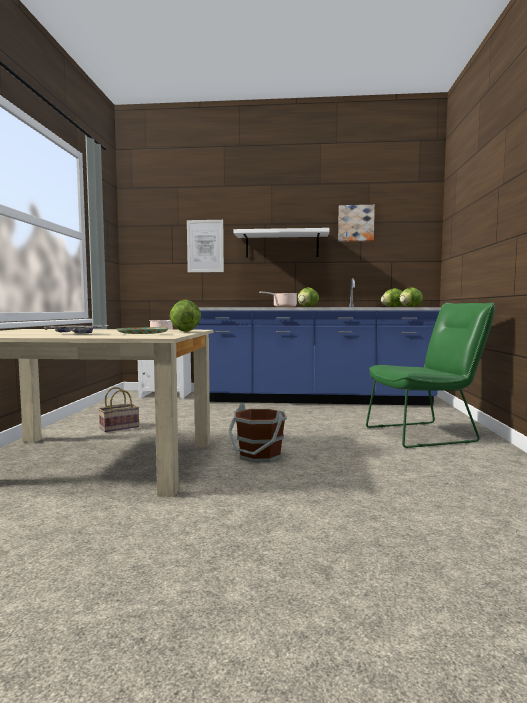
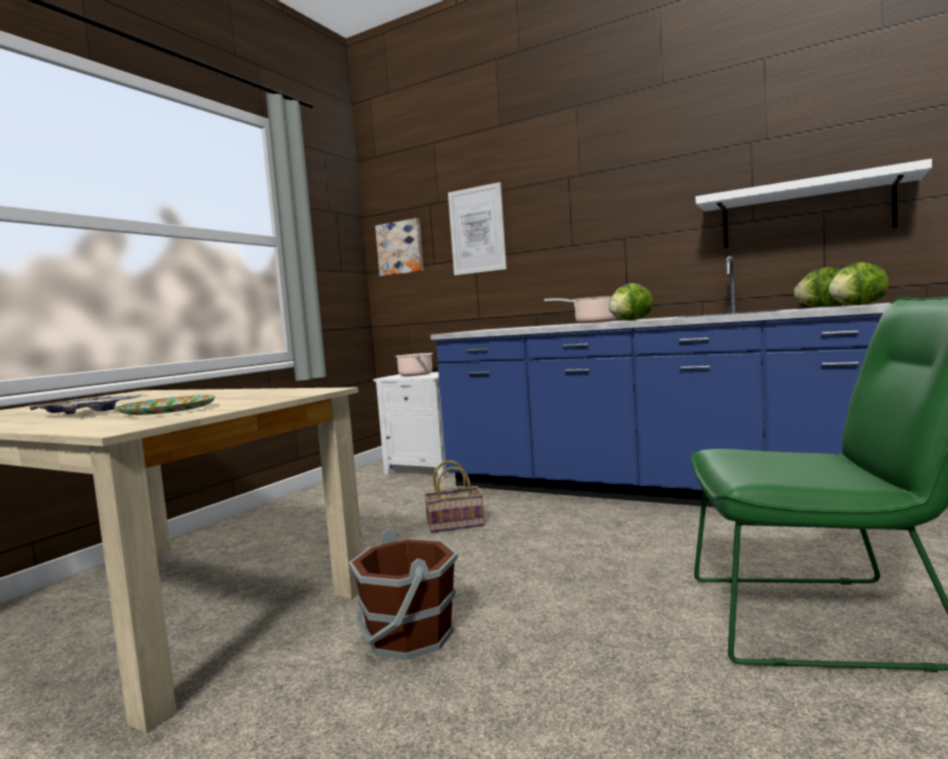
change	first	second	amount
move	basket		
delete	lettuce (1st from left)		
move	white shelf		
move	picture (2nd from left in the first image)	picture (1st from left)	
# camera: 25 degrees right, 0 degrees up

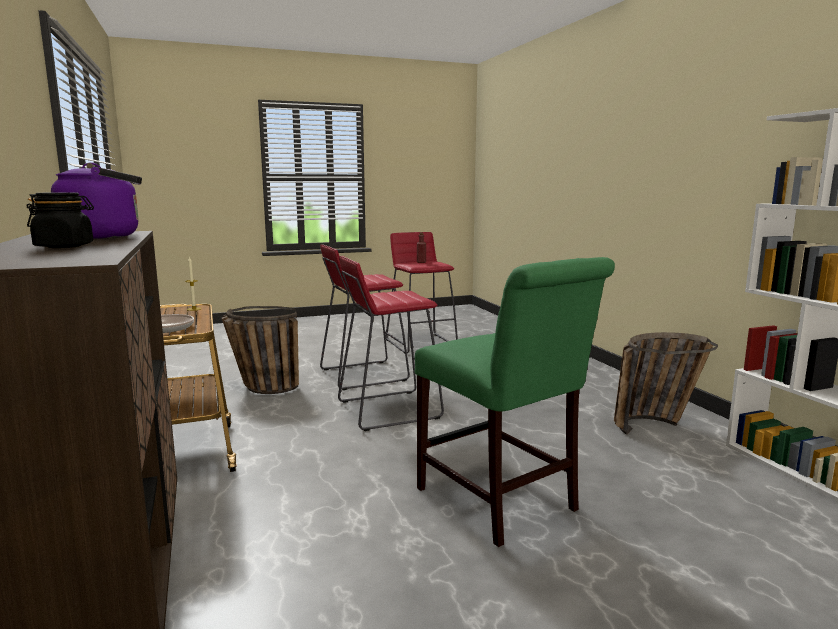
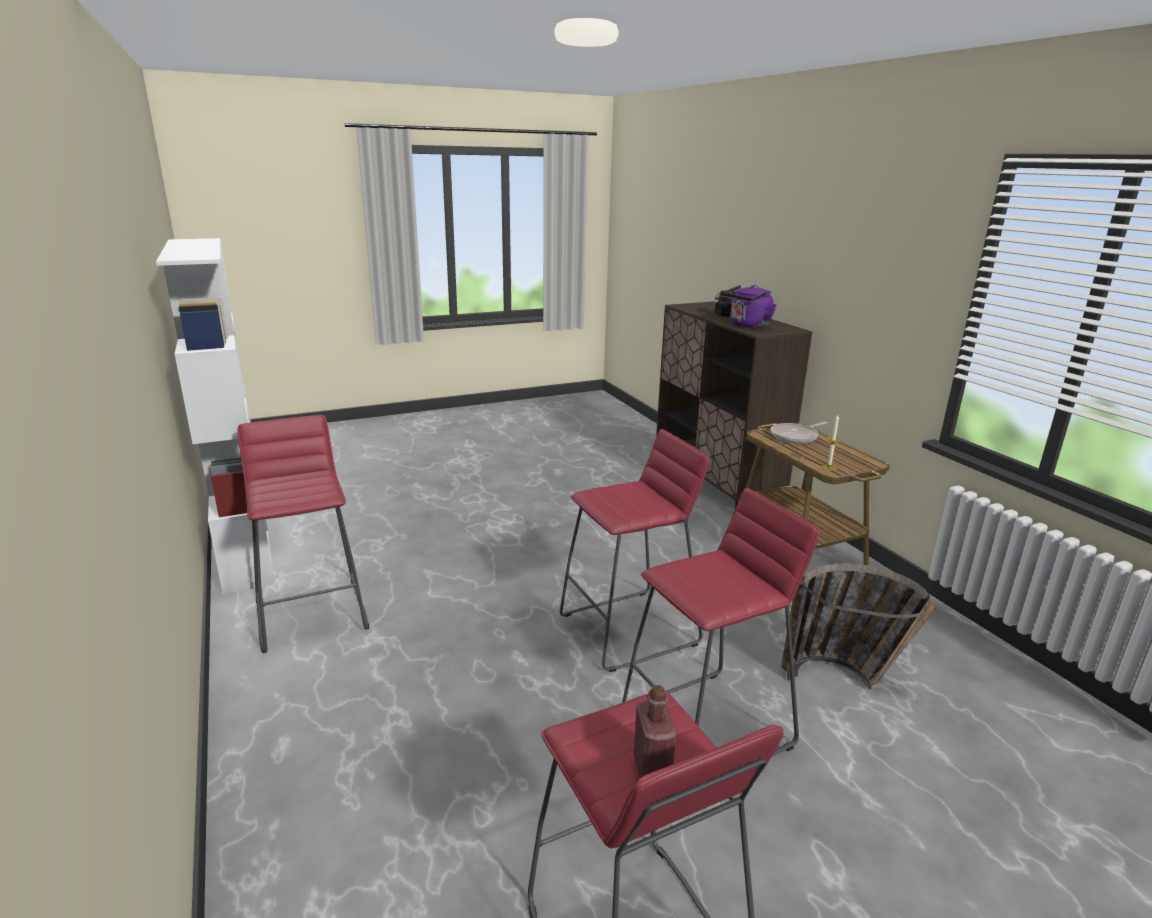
change	first	second	amount
delete	green chair		
replace	basket (2nd from left)	red stool (1st from left)	
# camera: 175 degrees right, 10 degrees up

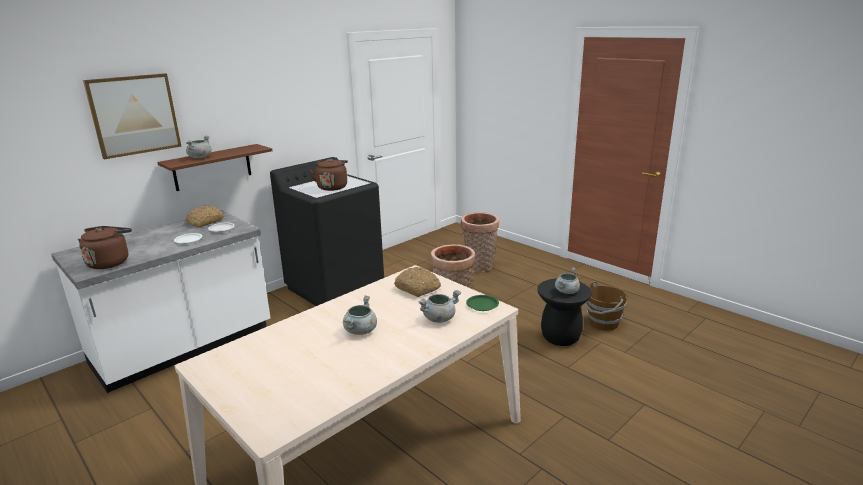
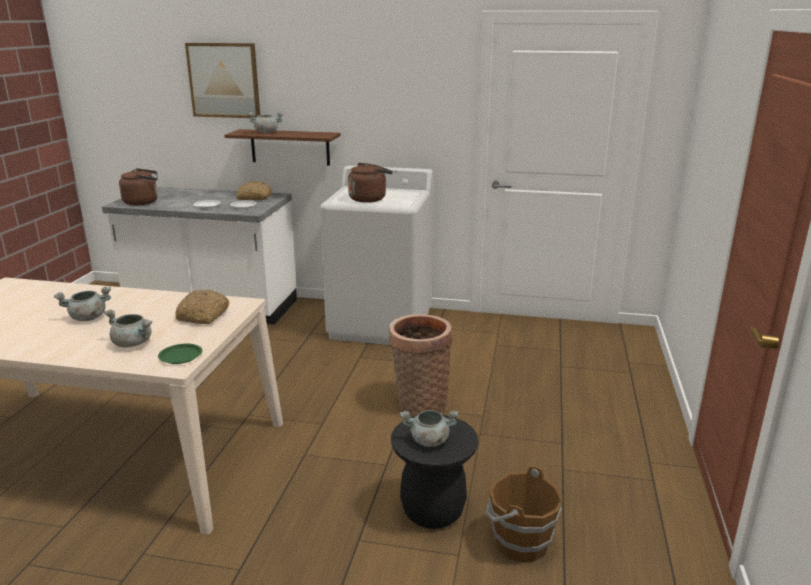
change	first	second	amount
recolor	black washing machine	white washing machine	
delete	basket (2nd from left)		
# camera: 55 degrees right, 0 degrees up

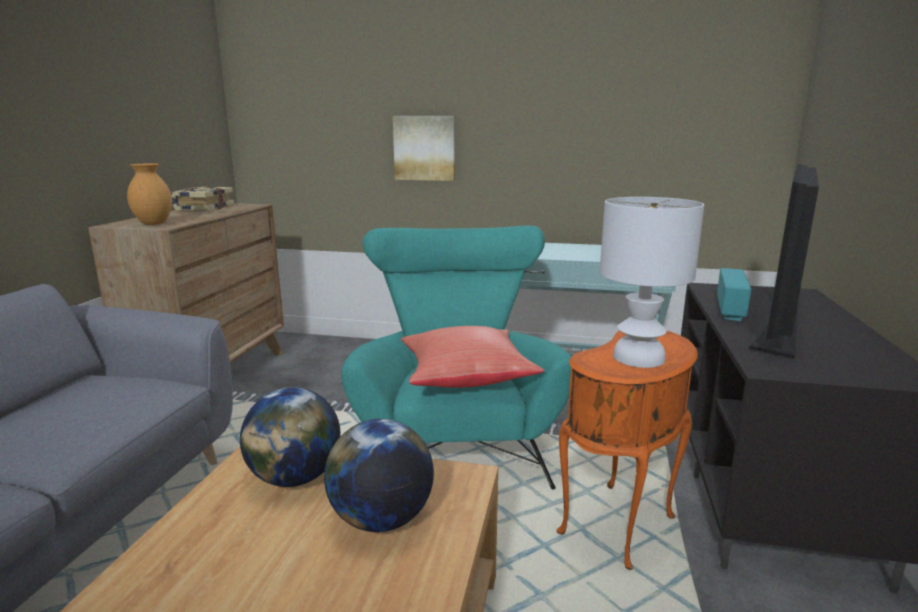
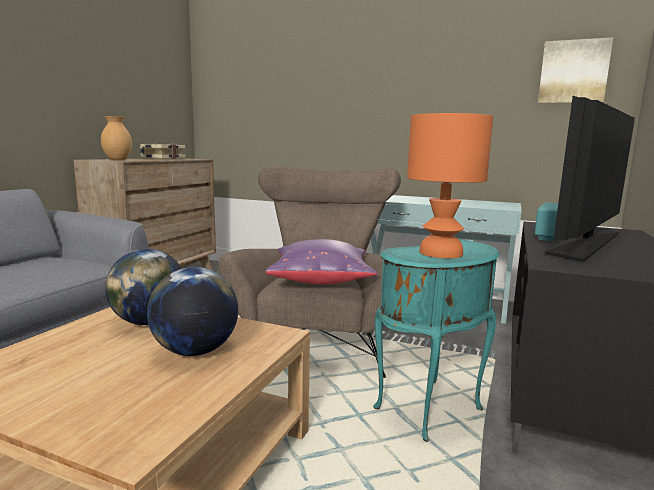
change	first	second	amount
recolor	turquoise armchair	brown armchair	
move	picture		
recolor	red pillow	purple pillow	
recolor	orange side table	turquoise side table	
recolor	white table lamp	orange table lamp	
# camera: 10 degrees right, 5 degrees down

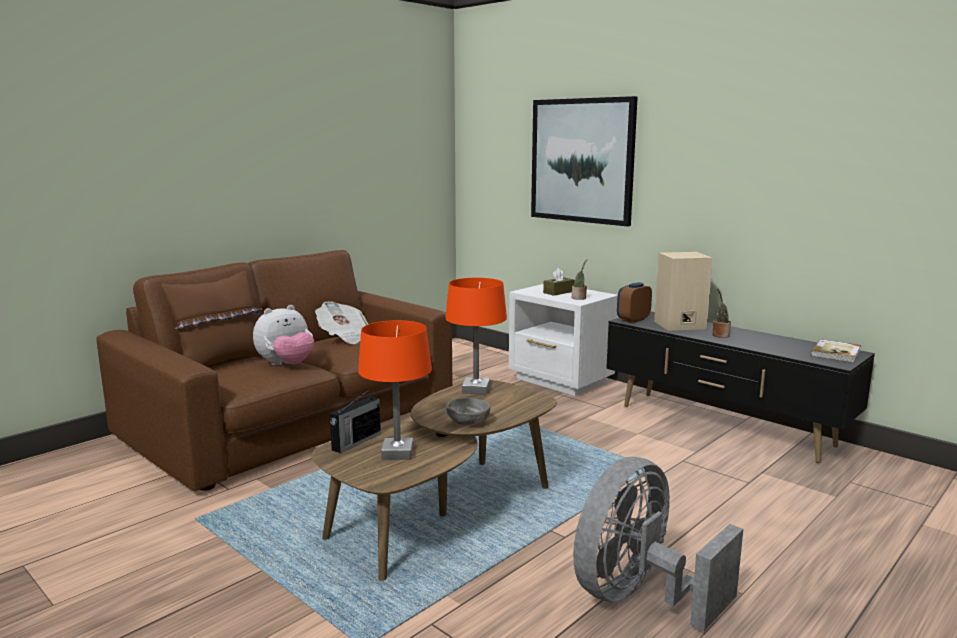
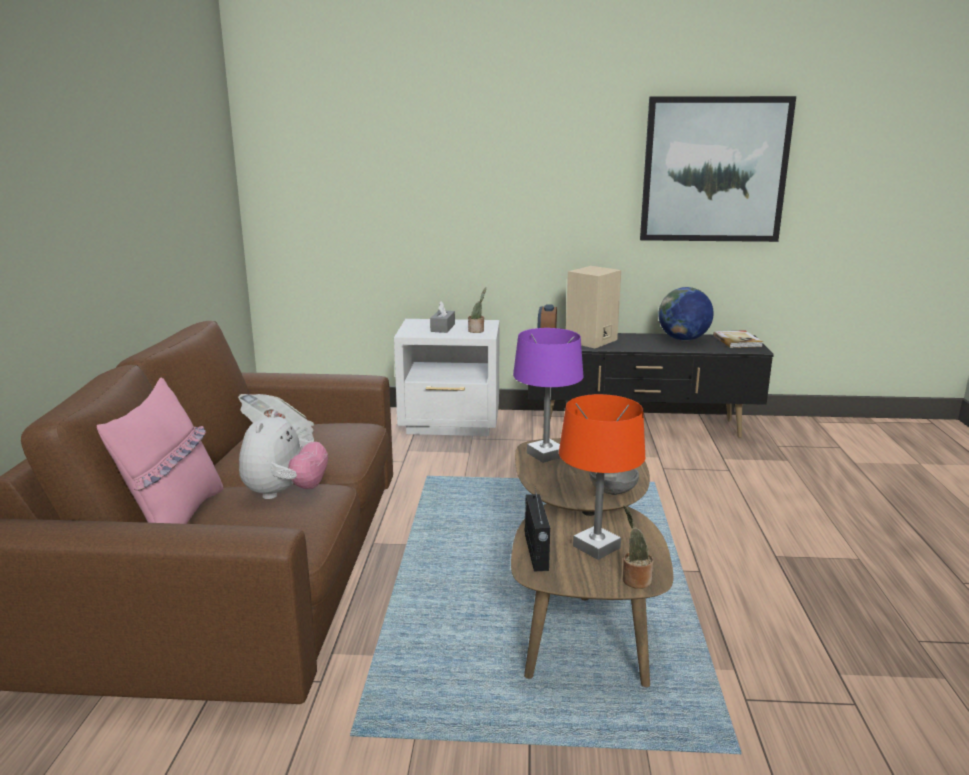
change	first	second	amount
recolor	brown pillow	pink pillow	
recolor	orange table lamp (2nd from left)	purple table lamp	
move	picture		
recolor	brown tissue box	grey tissue box	
delete	grey fan		
move	potted plant (2nd from left)		
insert		globe	
# camera: 40 degrees left, 5 degrees up

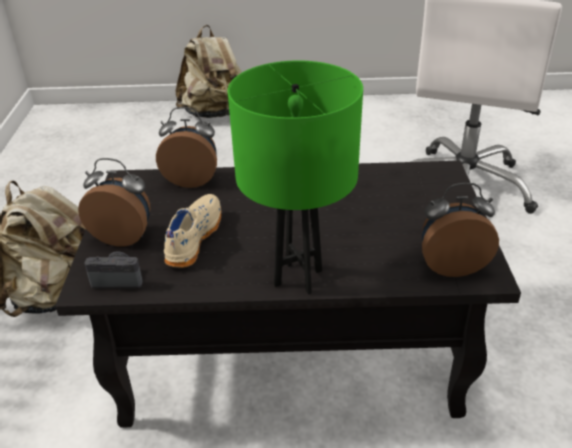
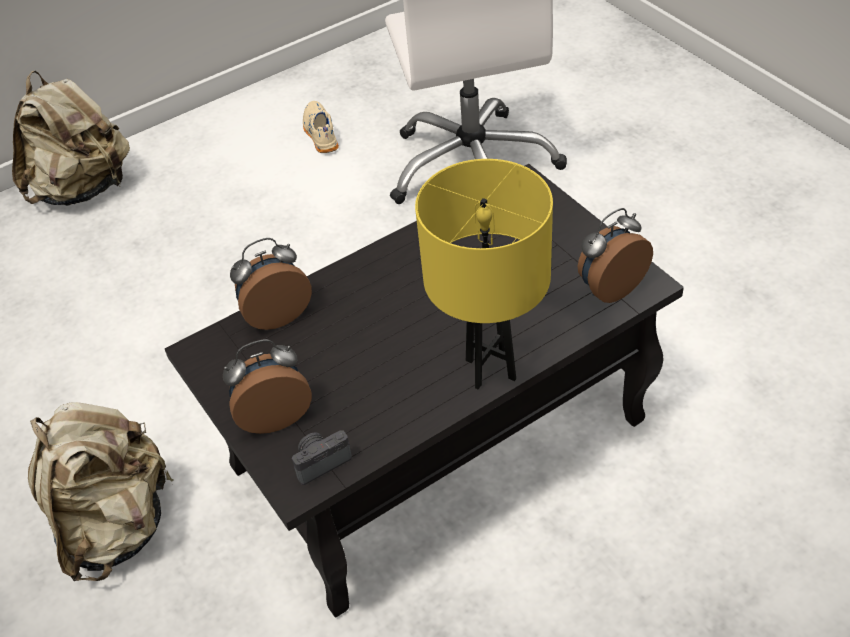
change	first	second	amount
move	beige shoe		
recolor	green table lamp	yellow table lamp	
# camera: 30 degrees left, 10 degrees up

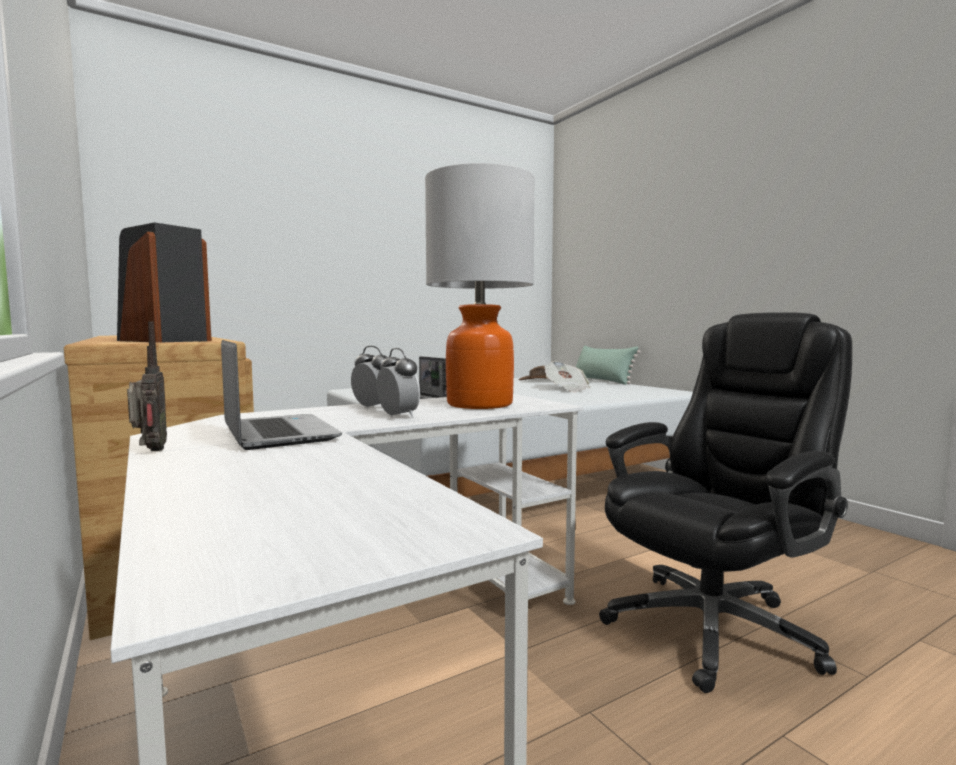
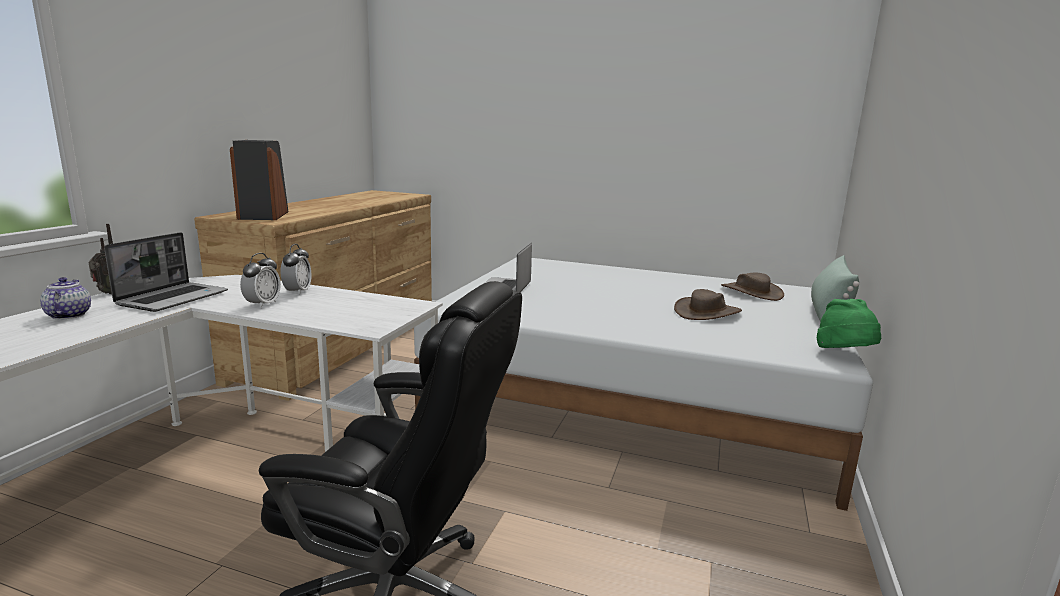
change	first	second	amount
delete	table lamp		
replace	newspaper	brown hat (1st from left)	
insert		teapot	
insert		green hat	
# camera: 50 degrees right, 10 degrees up

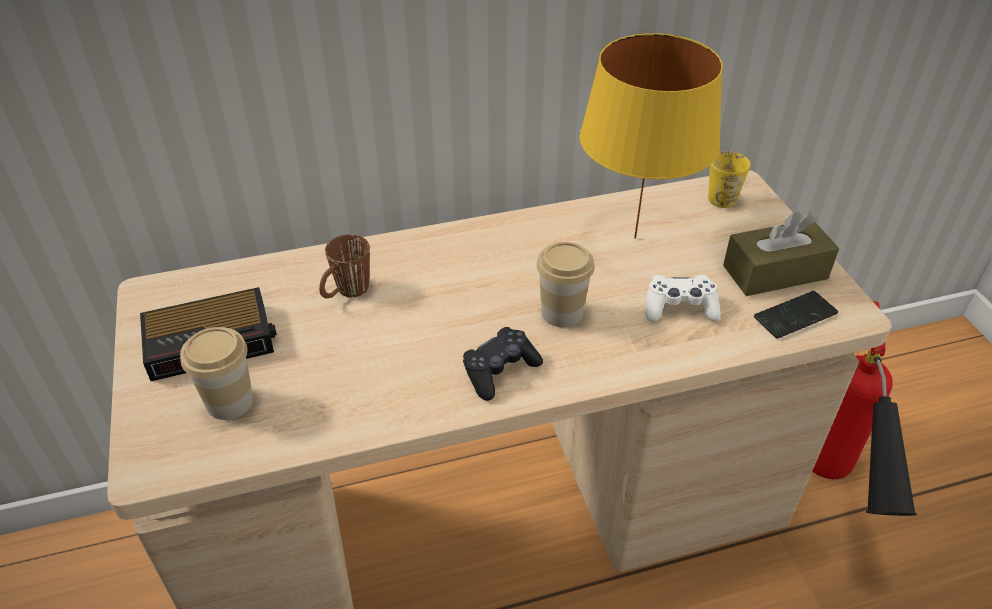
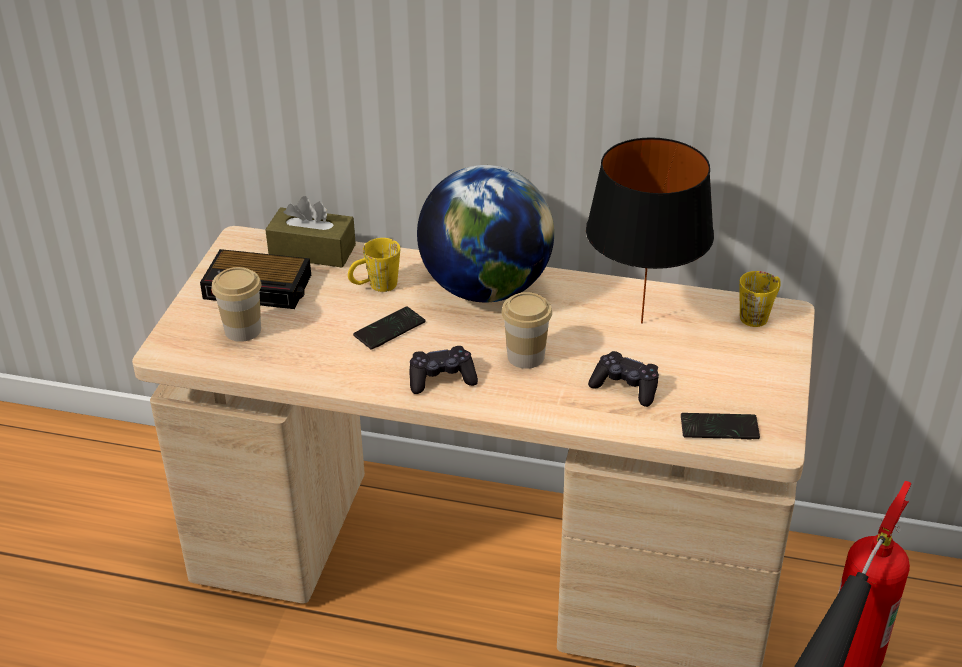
change	first	second	amount
recolor	brown mug	yellow mug (1st from left)	
recolor	yellow table lamp	black table lamp	
recolor	white game controller	black game controller (2nd from left)	
move	brown tissue box		
insert		phone (1st from left)	
insert		globe	
# camera: 30 degrees right, 5 degrees down

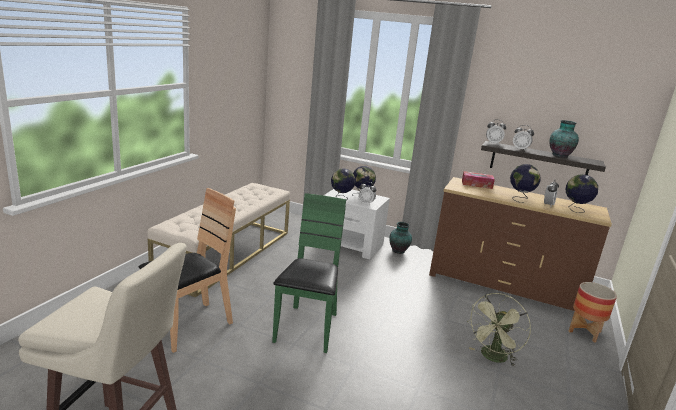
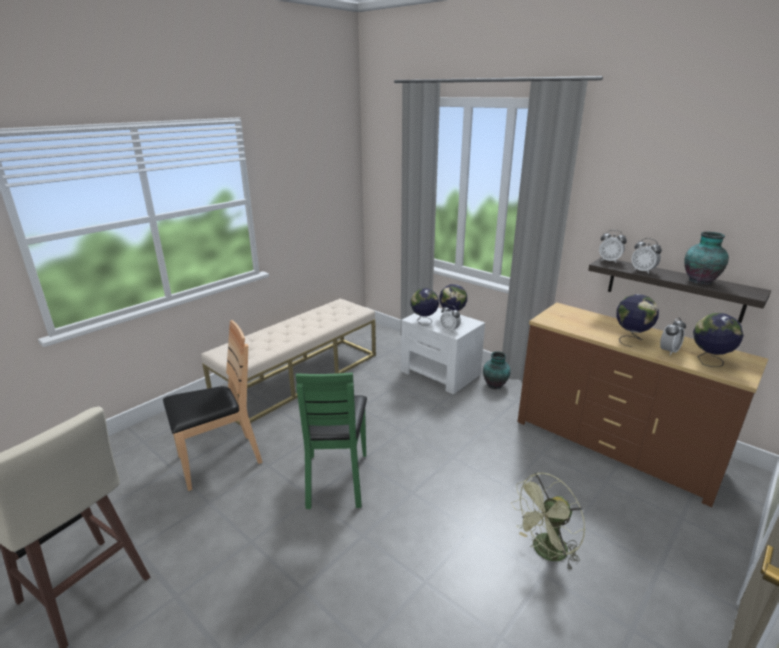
change	first	second	amount
rotate	green chair		150 degrees clockwise
delete	tissue box		
delete	planter		
# camera: 20 degrees right, 5 degrees up

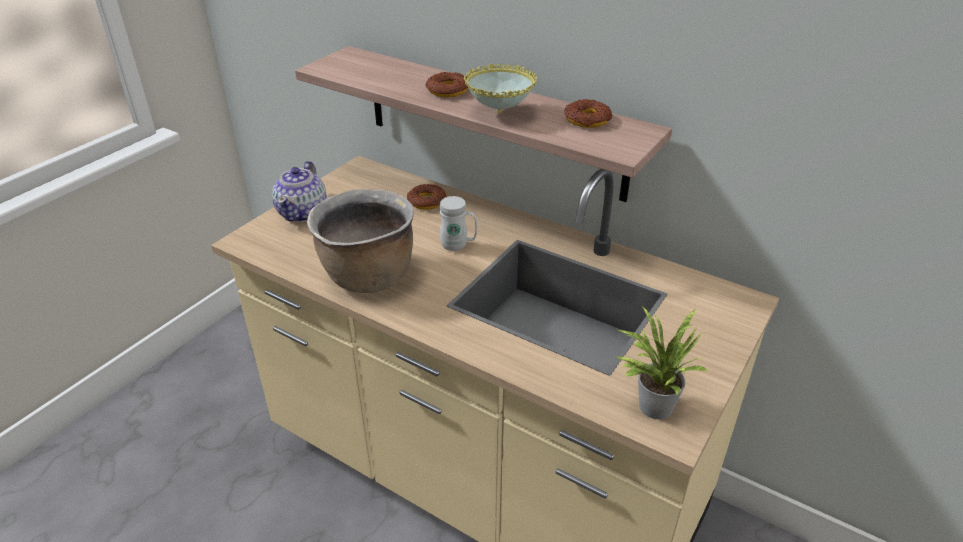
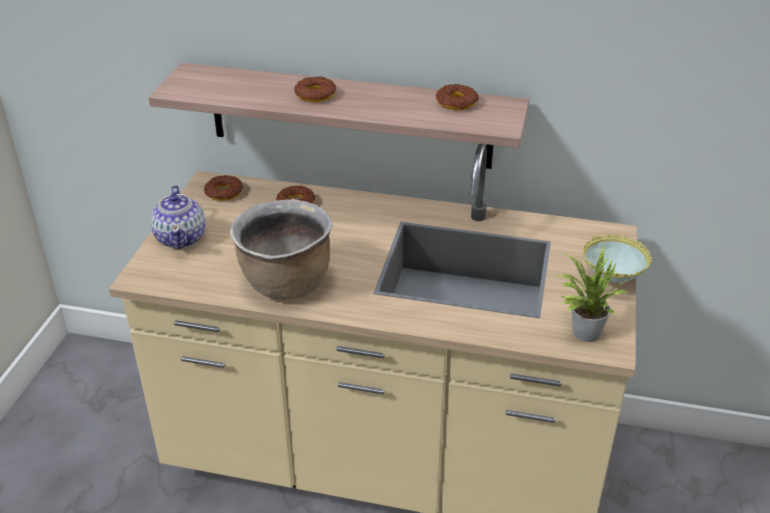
change	first	second	amount
delete	white mug		
move	bowl		
insert		donut (1st from left)	
# camera: 20 degrees left, 0 degrees up

